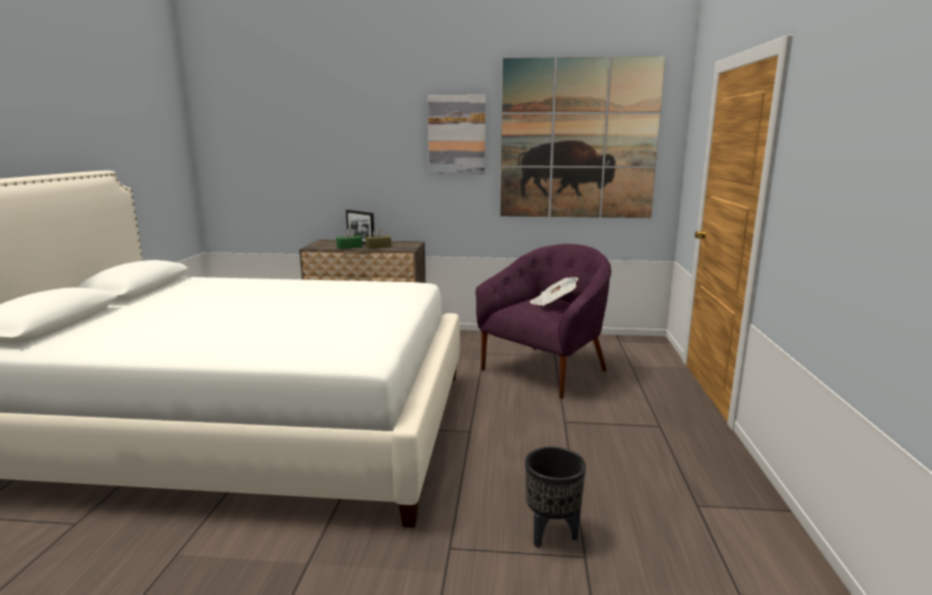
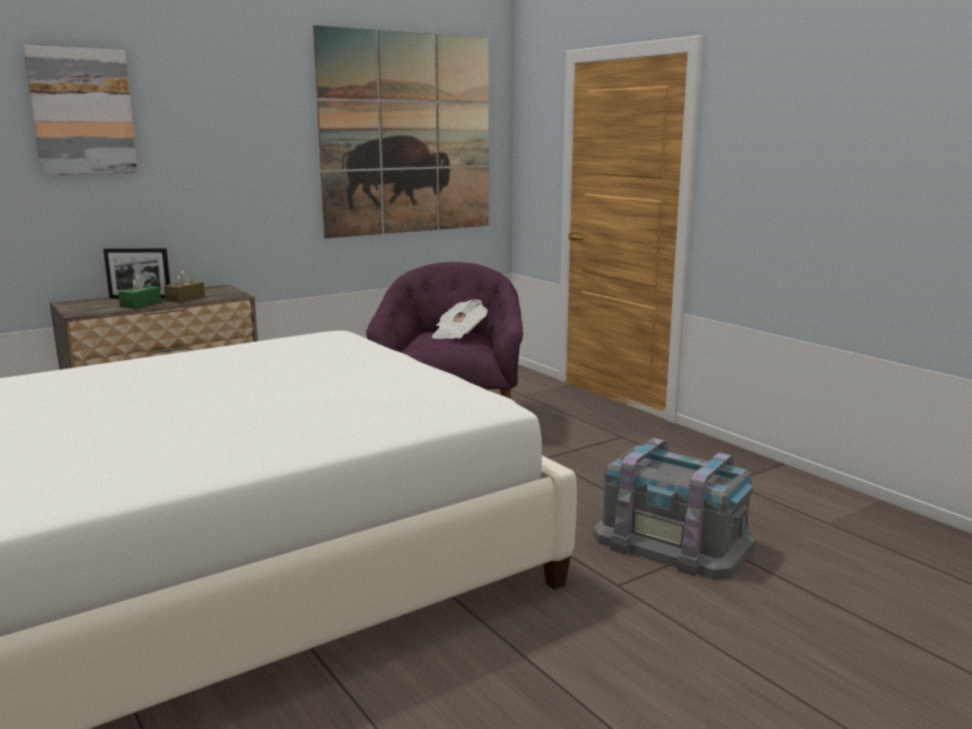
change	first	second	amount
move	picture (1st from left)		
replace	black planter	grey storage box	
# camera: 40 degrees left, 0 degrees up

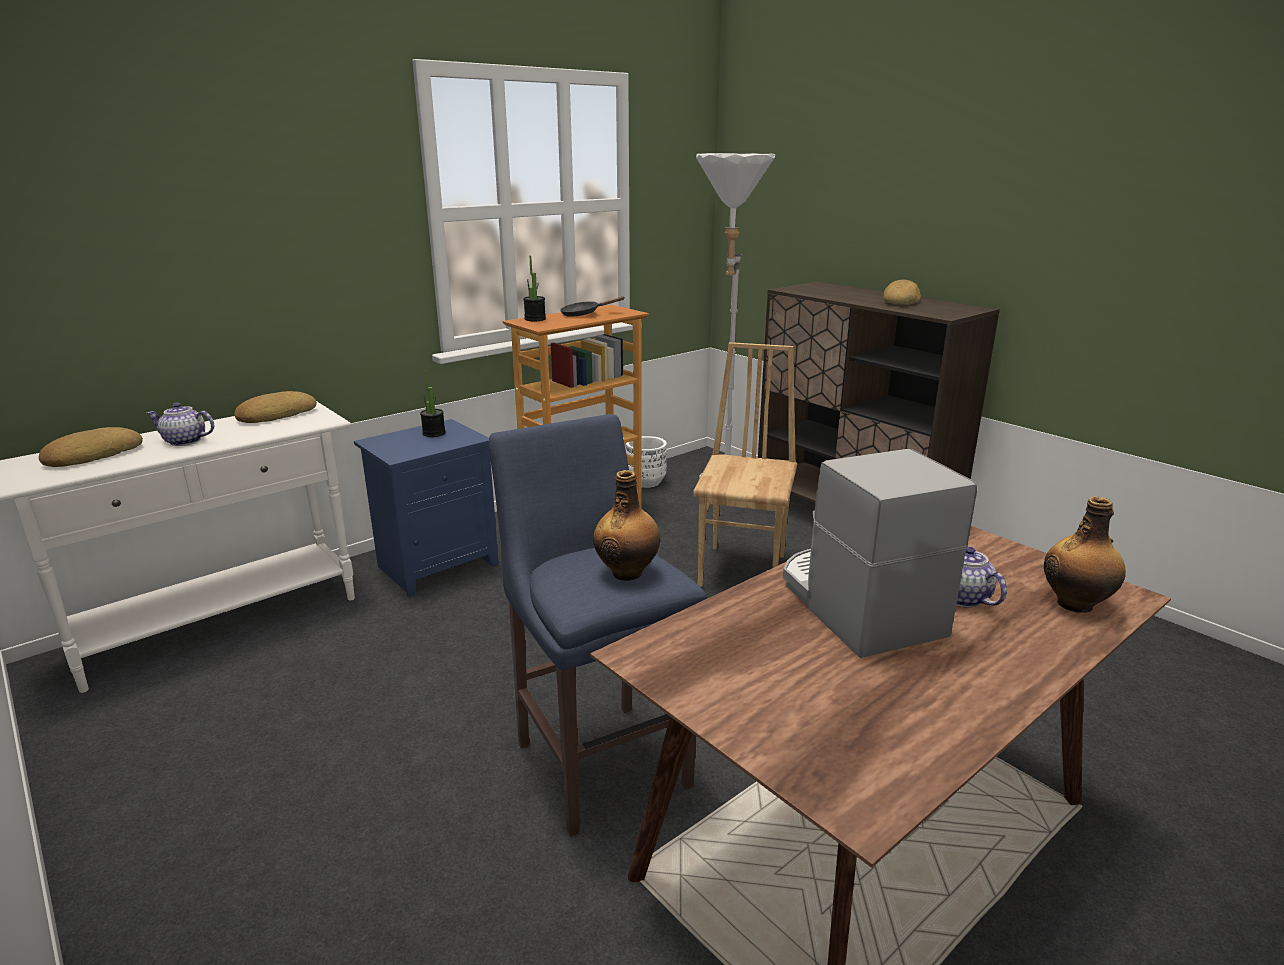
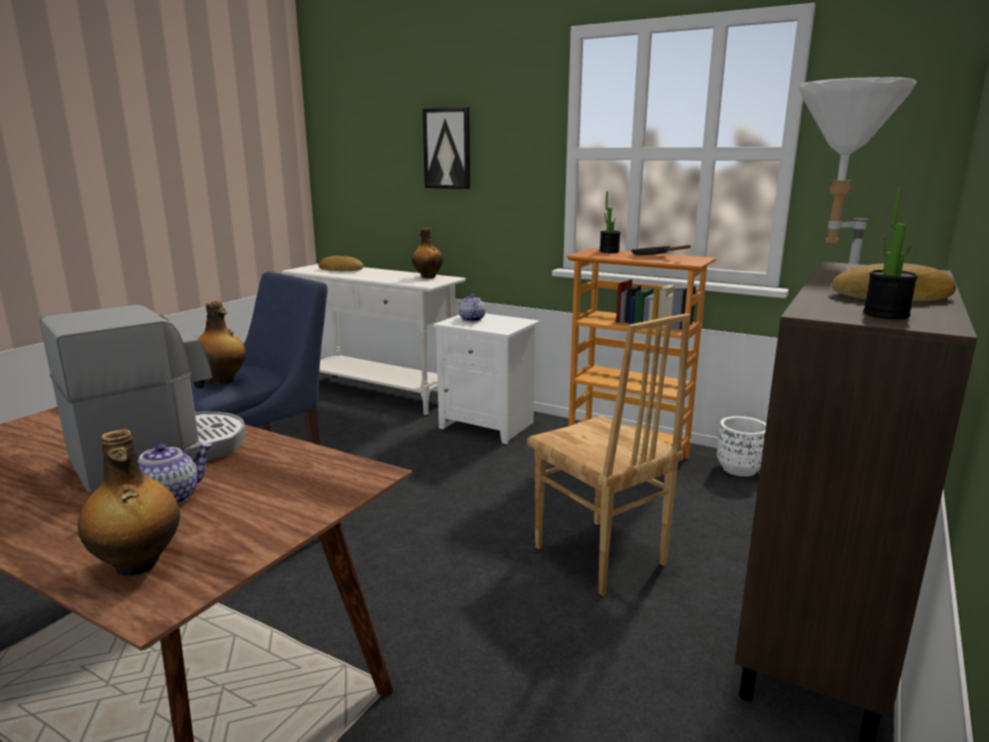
change	first	second	amount
move	teapot (1st from left in the first image)	teapot (2nd from left)	
replace	bread (2nd from left)	bottle (3rd from left)	
recolor	blue nightstand	white nightstand	
move	potted plant (1st from left in the first image)	potted plant (2nd from left)	
rotate	brown chair		60 degrees clockwise
insert		picture	
# camera: 70 degrees right, 5 degrees down

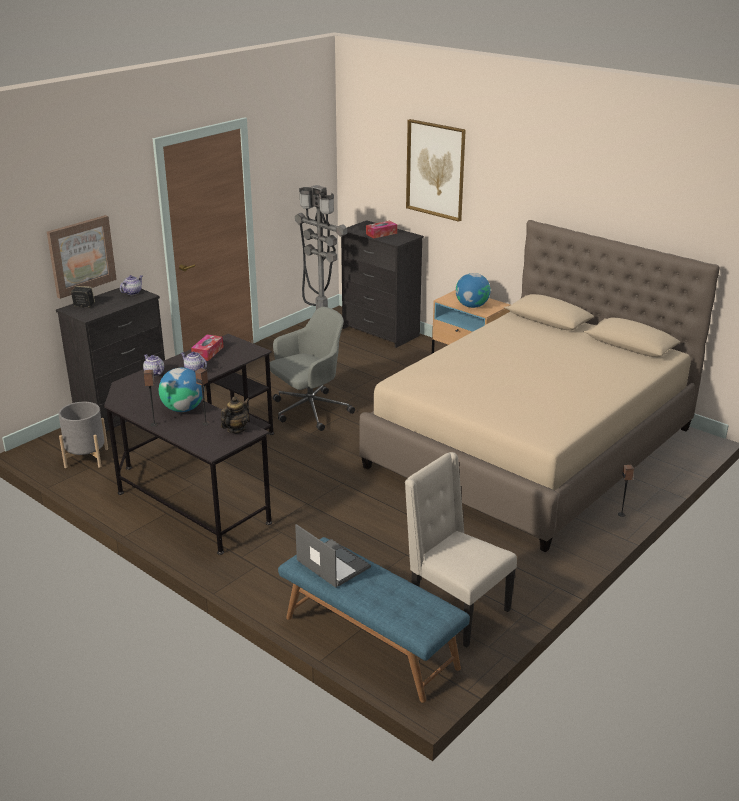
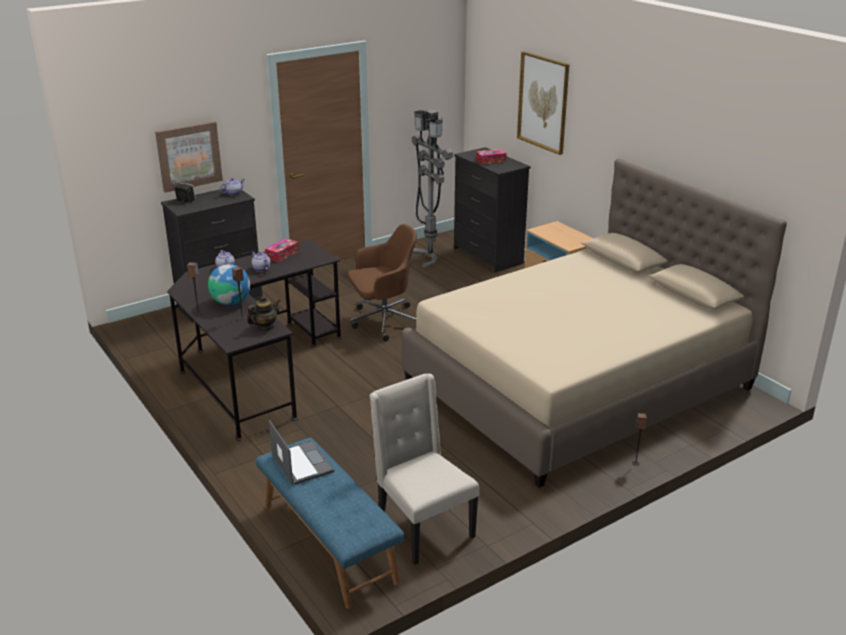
change	first	second	amount
delete	grey planter		
recolor	grey office chair	brown office chair	
delete	globe (2nd from left)		
# camera: 15 degrees right, 0 degrees up

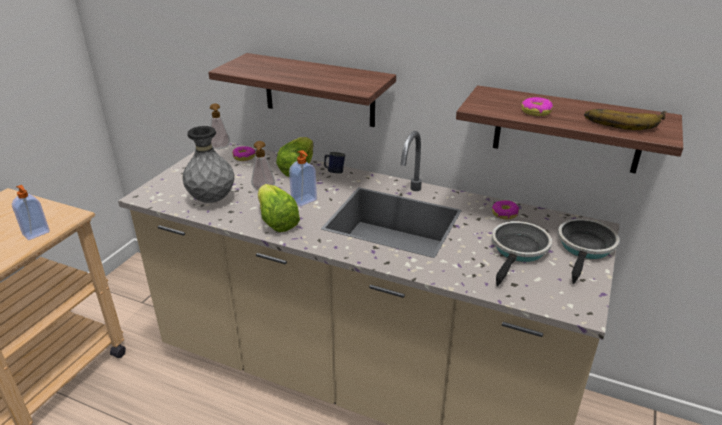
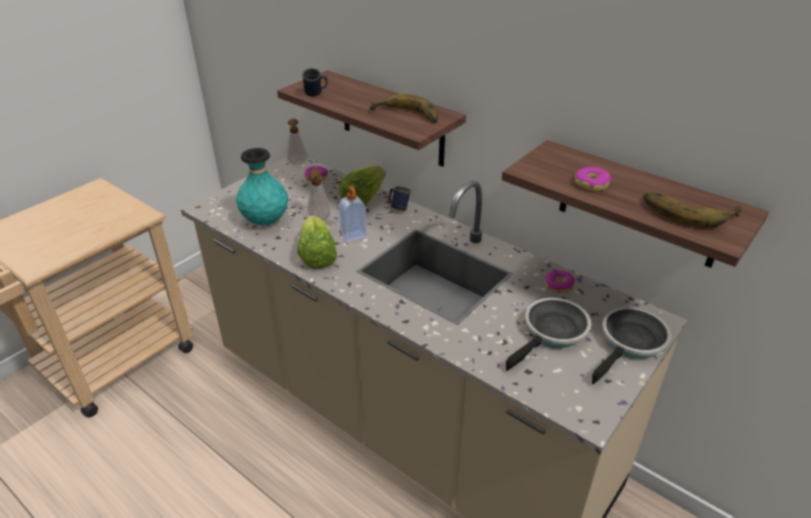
change	first	second	amount
delete	soap dispenser (1st from left)		
recolor	grey vase	turquoise vase	
insert		blue mug (1st from left)	
insert		banana (1st from left)	
# camera: 15 degrees right, 5 degrees up

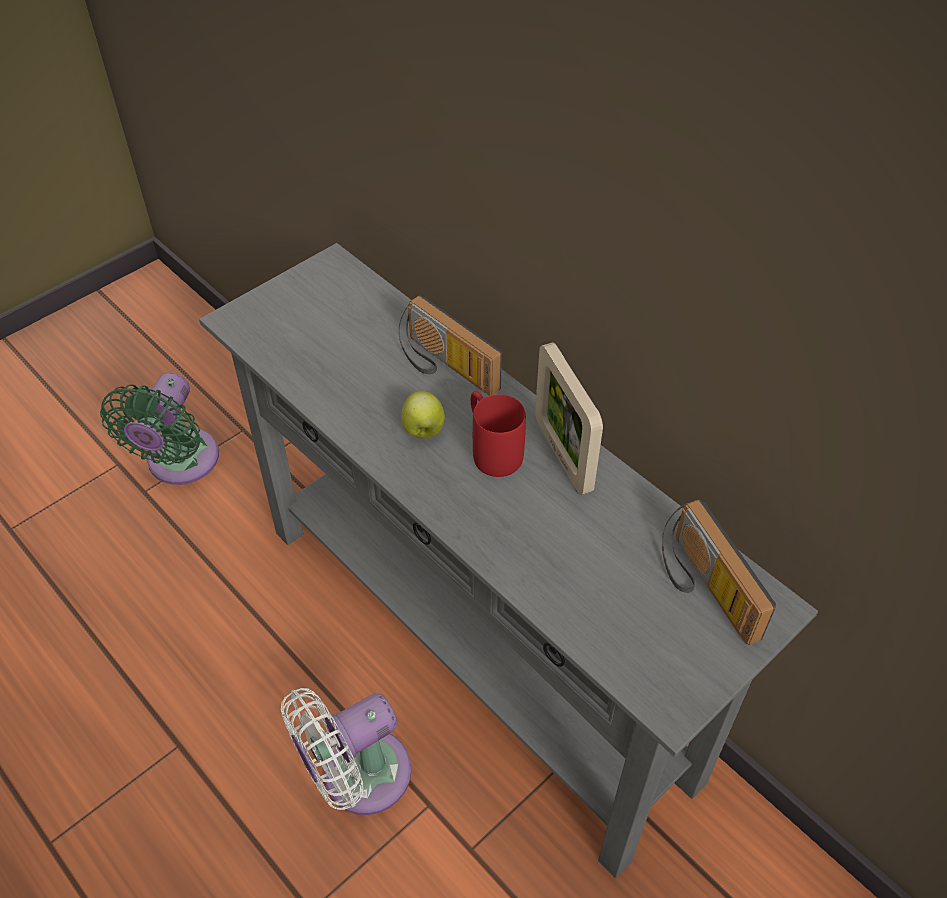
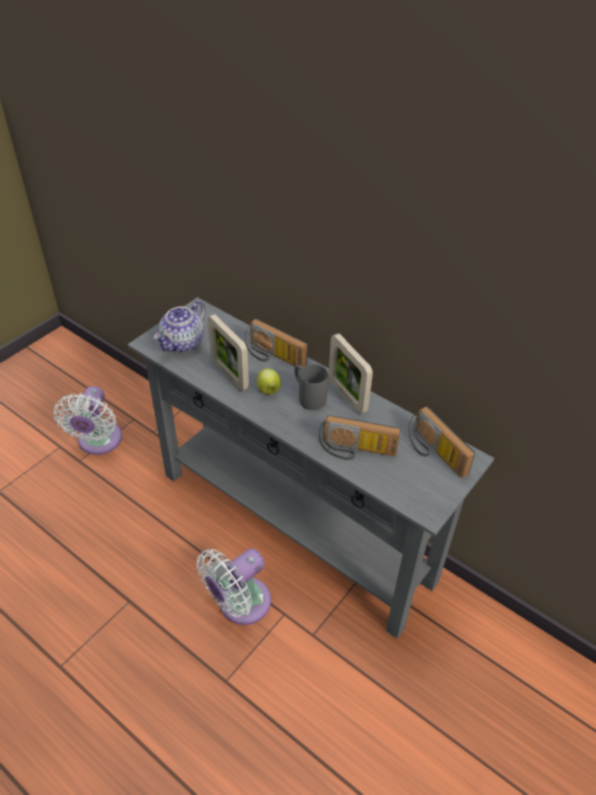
change	first	second	amount
recolor	green fan	white fan (1st from left)	
recolor	red mug	grey mug	
insert		teapot	
insert		picture frame (1st from left)	
insert		radio (2nd from left)	
# camera: 10 degrees left, 5 degrees down

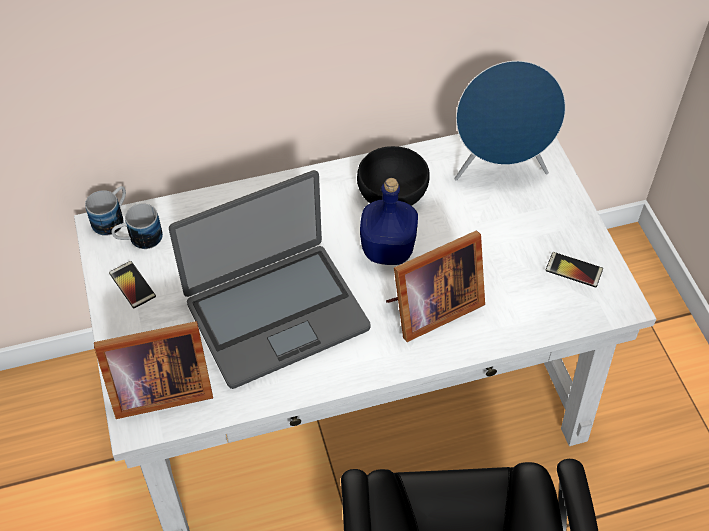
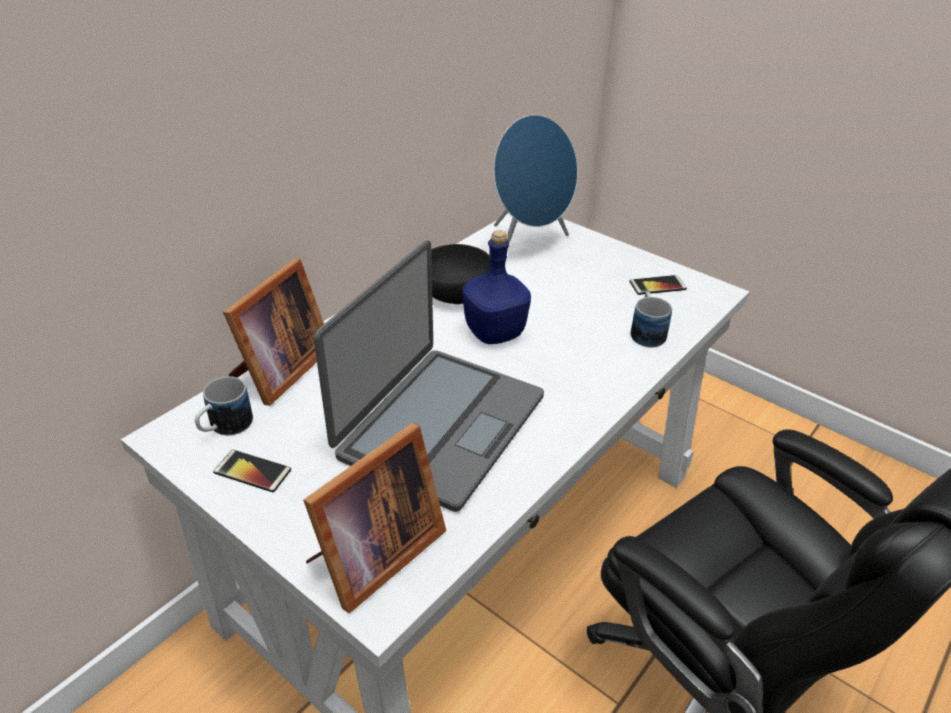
change	first	second	amount
move	mug (1st from left in the first image)	mug (2nd from left)	
move	picture frame (2nd from left in the first image)	picture frame (1st from left)	
# camera: 35 degrees left, 15 degrees down

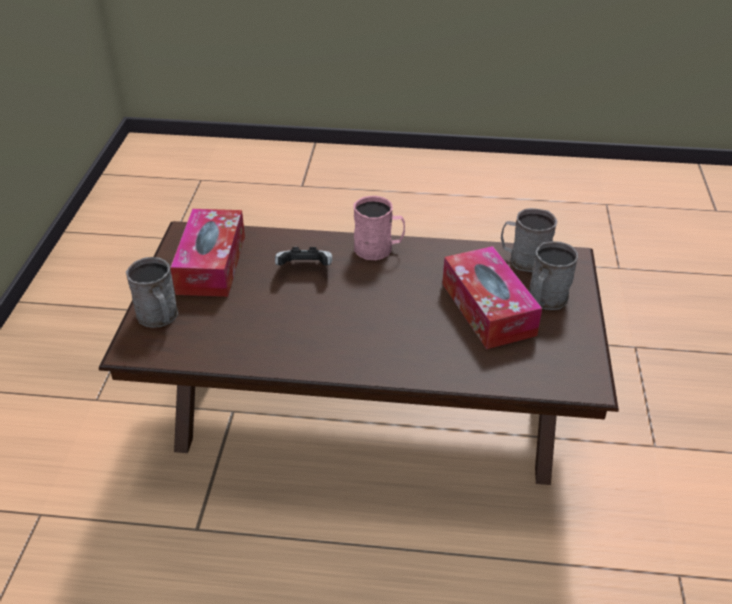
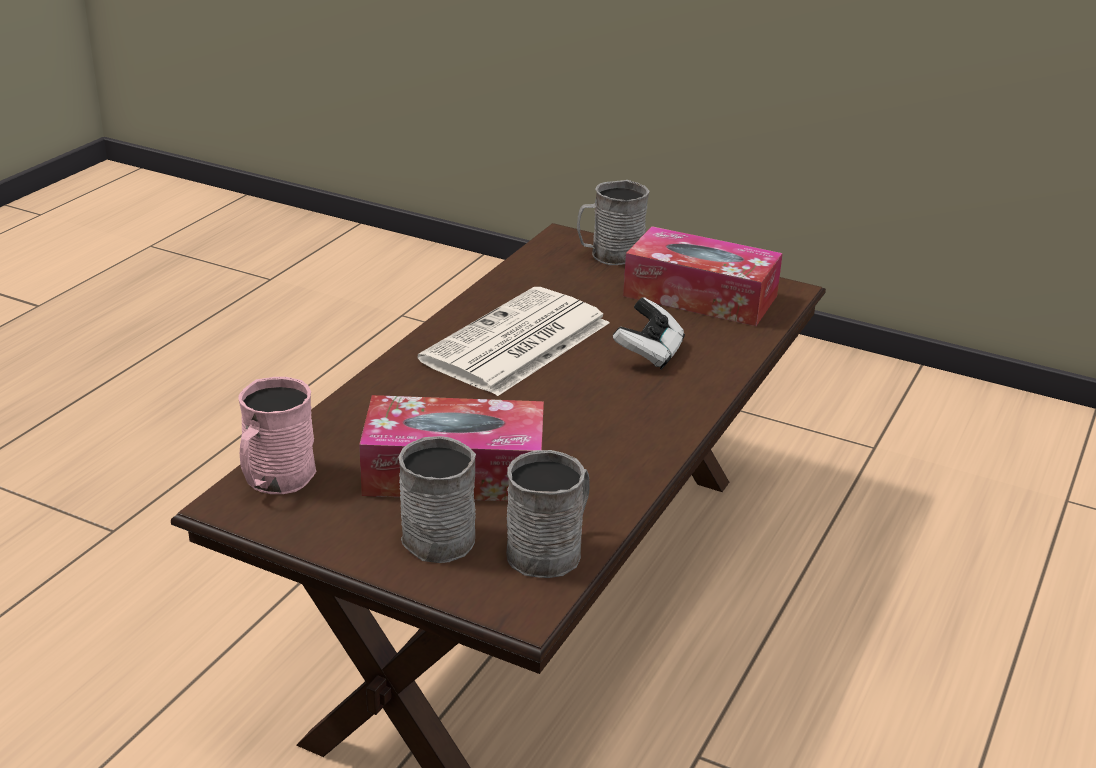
change	first	second	amount
move	pink mug		
insert		newspaper	
# camera: 110 degrees right, 10 degrees down

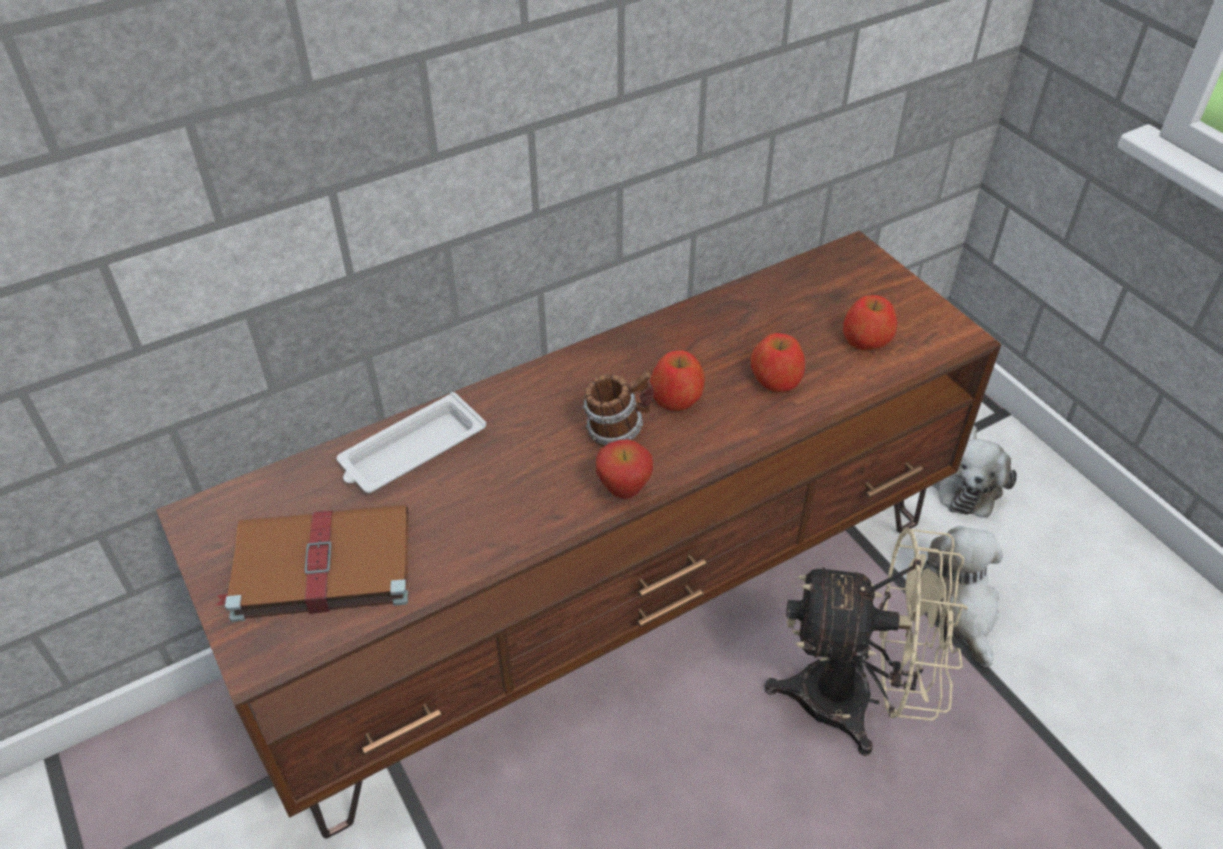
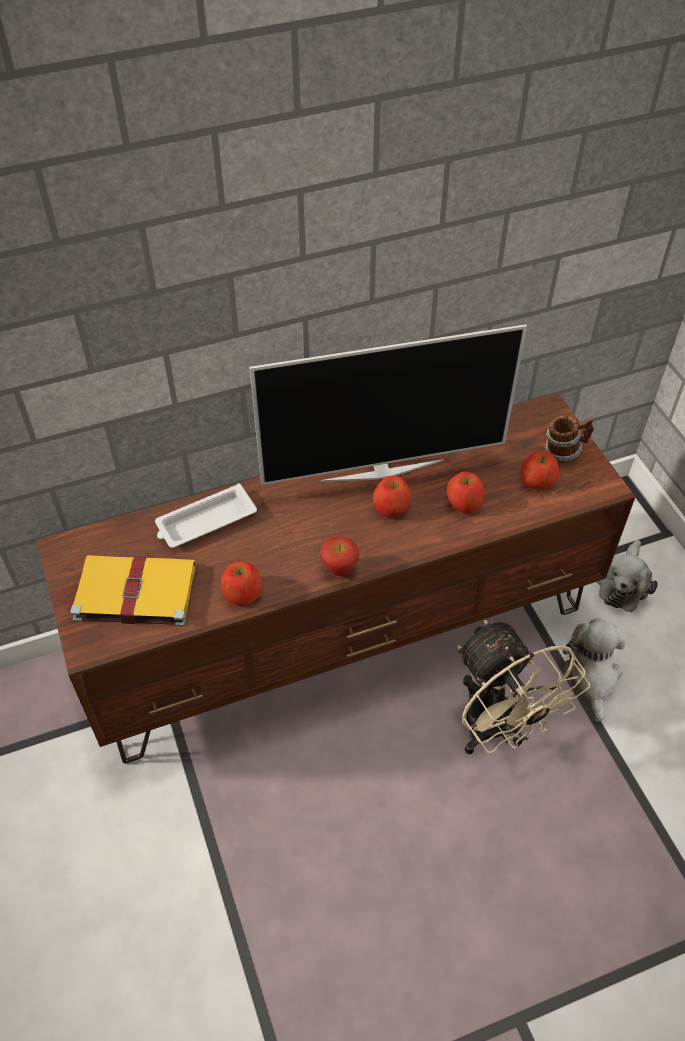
change	first	second	amount
recolor	brown book	yellow book	
move	mug		
rotate	beige fan		45 degrees clockwise
insert		apple (1st from left)	
insert		television	
# camera: 10 degrees right, 5 degrees up

